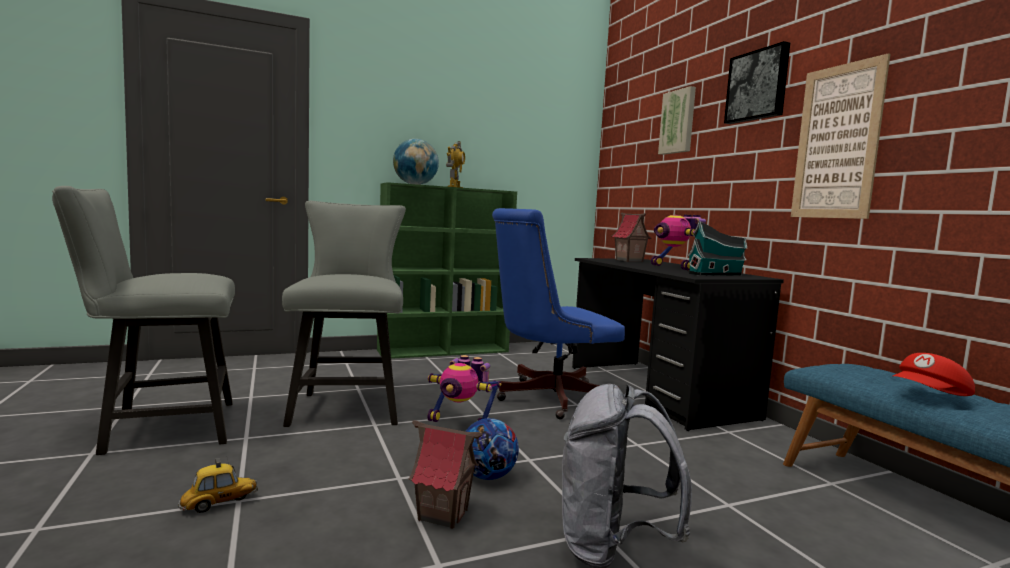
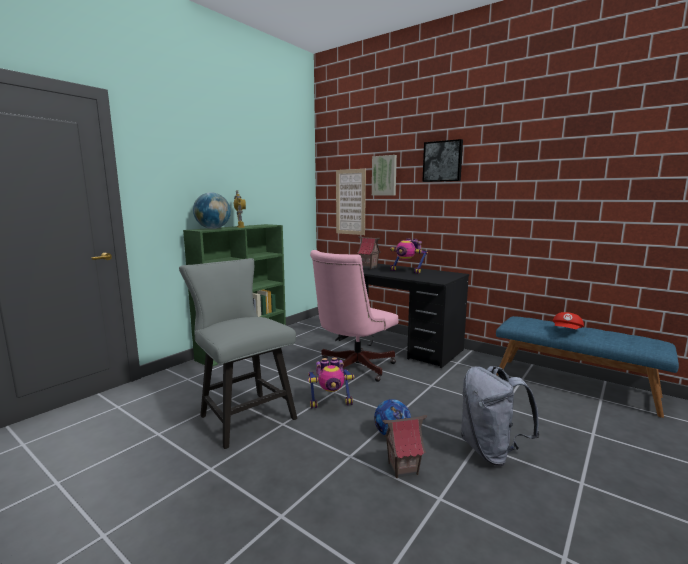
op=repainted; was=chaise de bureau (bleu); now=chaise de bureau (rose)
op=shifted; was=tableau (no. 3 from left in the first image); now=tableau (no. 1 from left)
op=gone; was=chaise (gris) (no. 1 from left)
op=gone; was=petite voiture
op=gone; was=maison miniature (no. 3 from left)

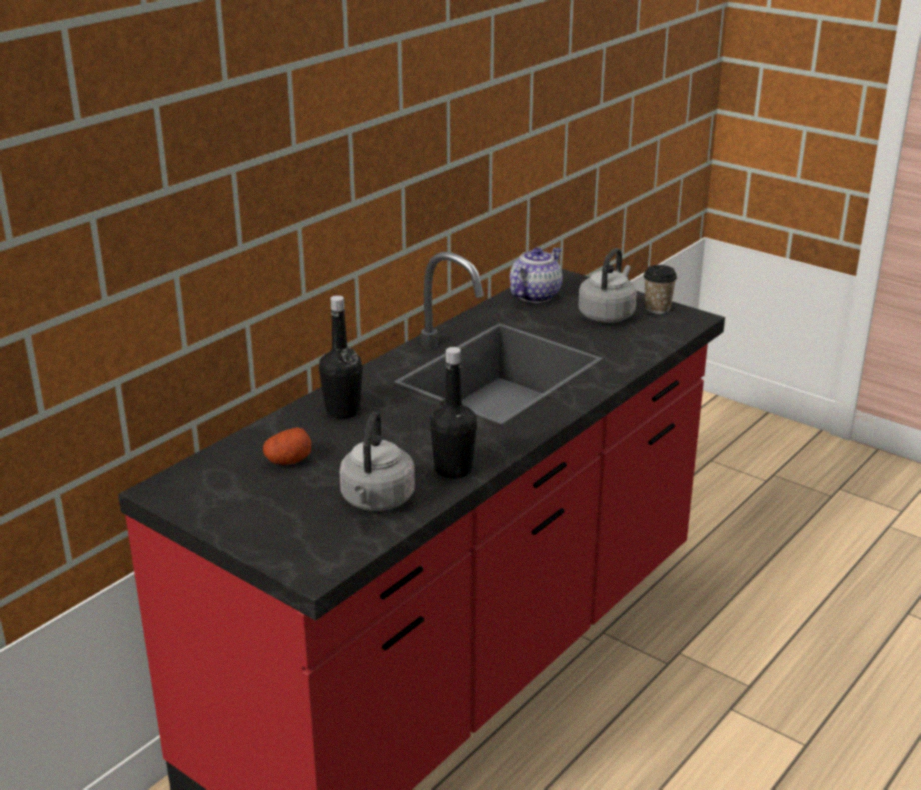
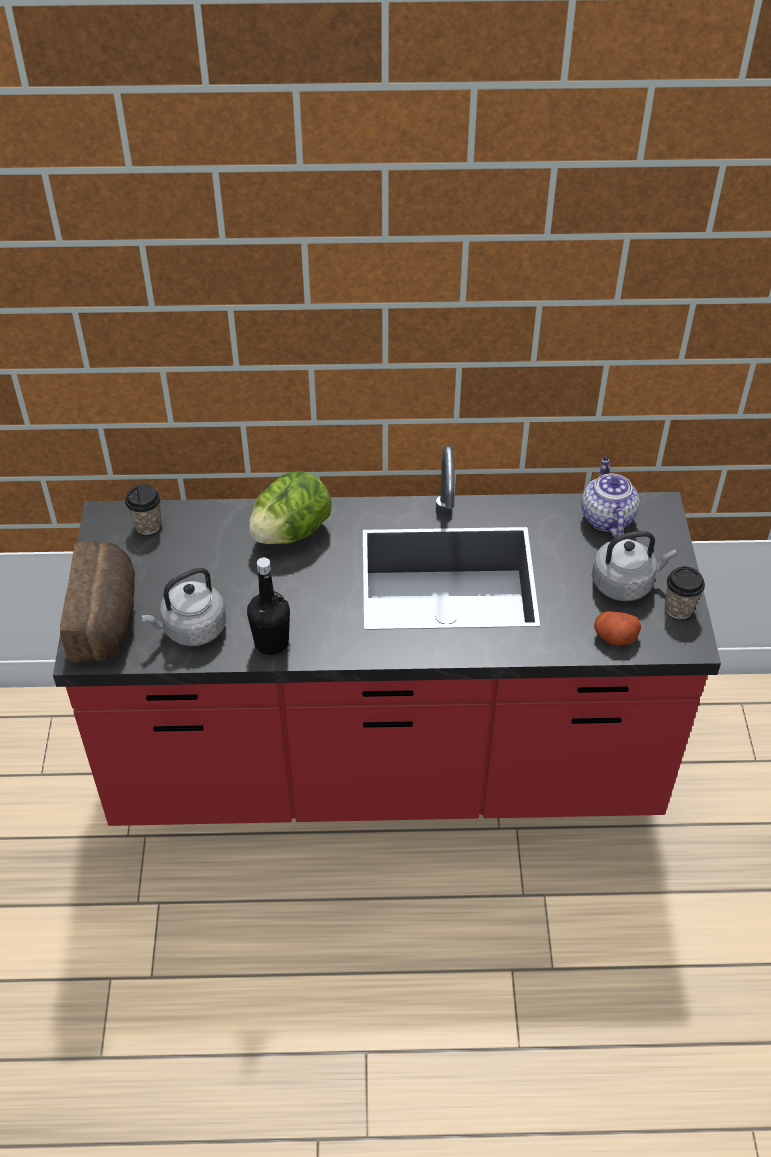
op=new; now=pain
op=new; now=tasse (no. 1 from left)
op=swapped; was=bouteille (noir) (no. 1 from left); now=laitue
op=rotated; was=théière; clockwise=-90
op=shifted; was=pomme de terre

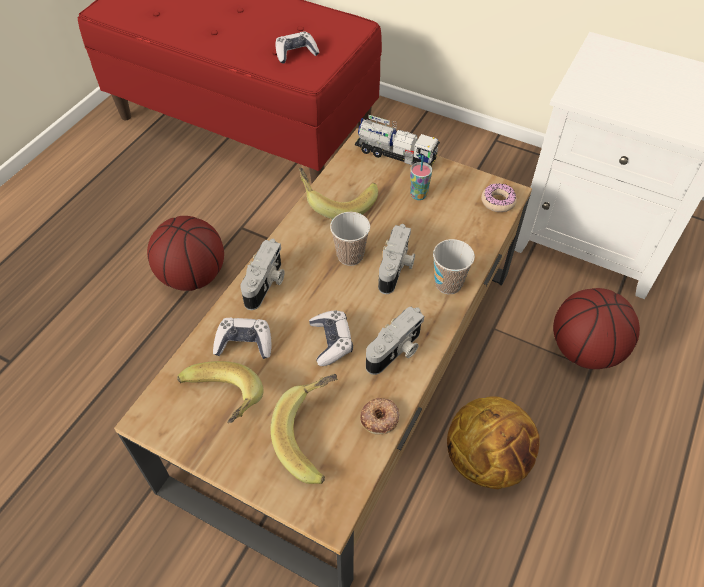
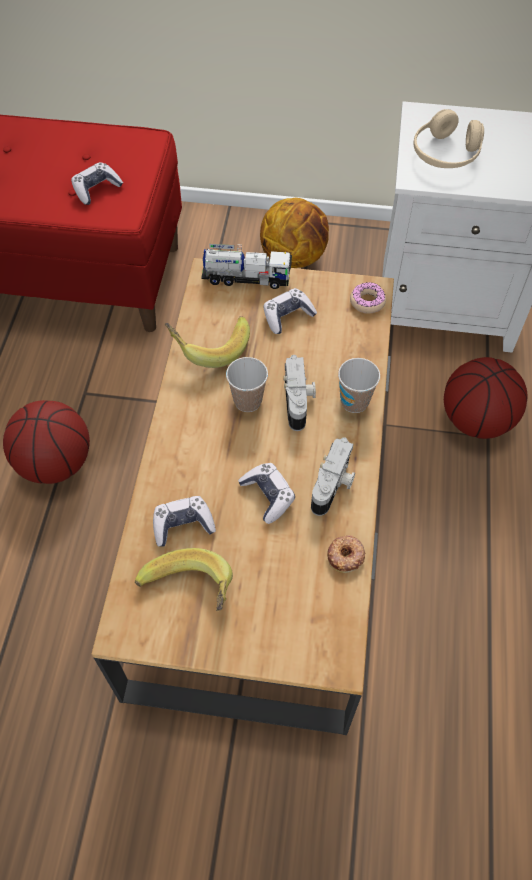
op=shifted; was=ballon de basket (no. 2 from left)
op=swapped; was=tasse (no. 2 from left); now=manette (no. 4 from left)
op=new; now=casque audio (beige)
op=gone; was=appareil photo (no. 1 from left)
op=gone; was=banane (no. 2 from left)

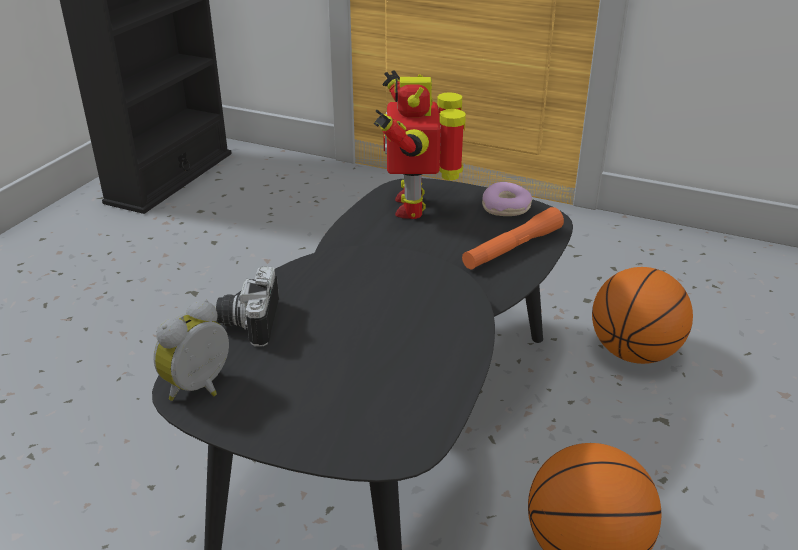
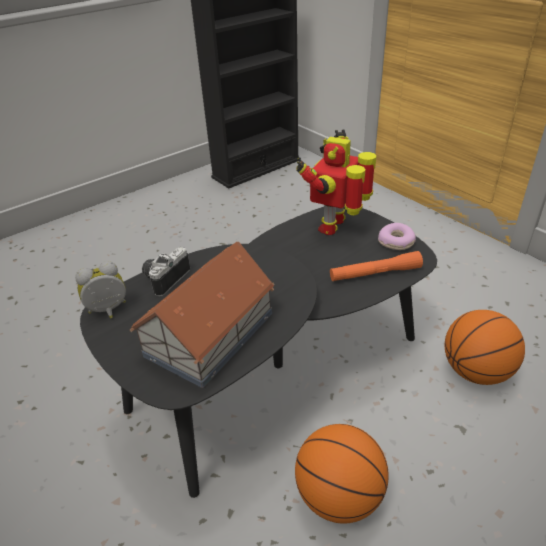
op=new; now=maison miniature

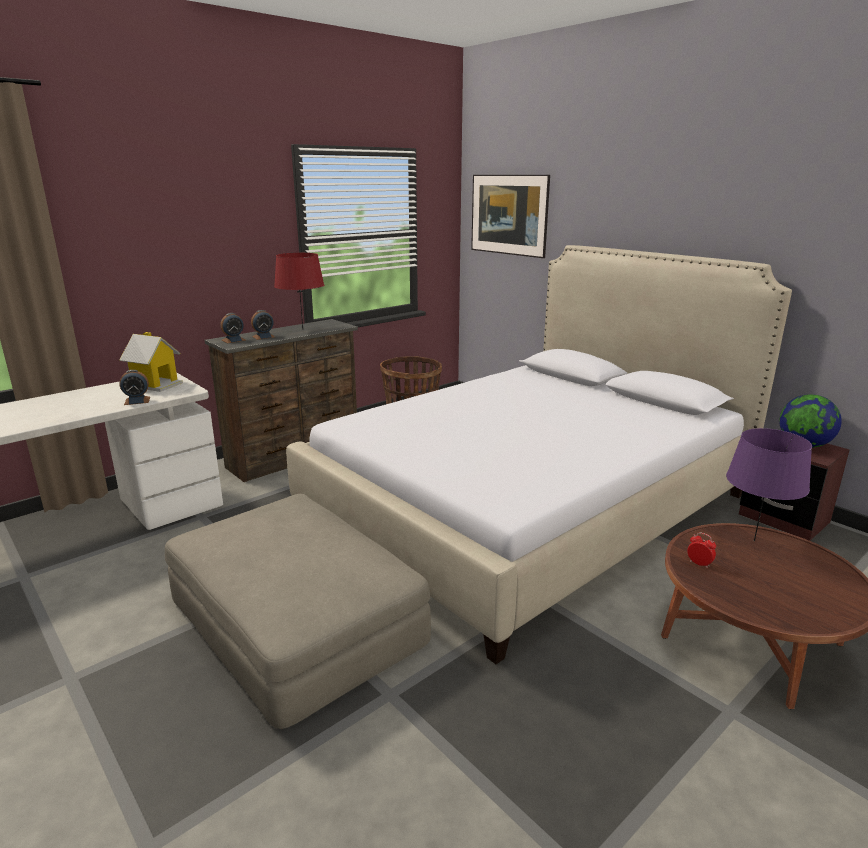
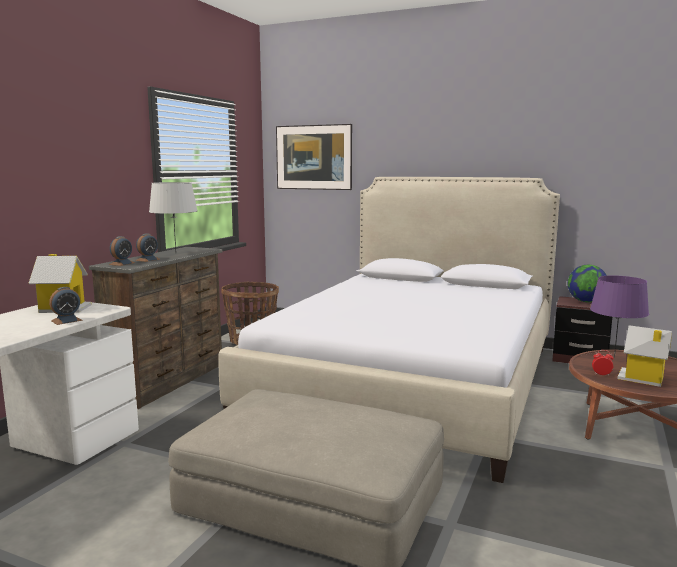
op=repainted; was=lampe de table (rouge); now=lampe de table (gris)
op=new; now=maison miniature (no. 2 from left)

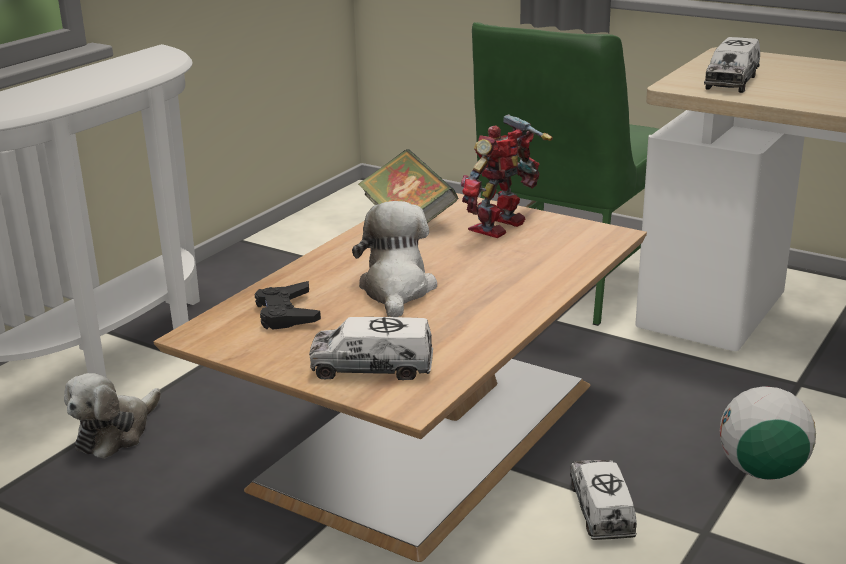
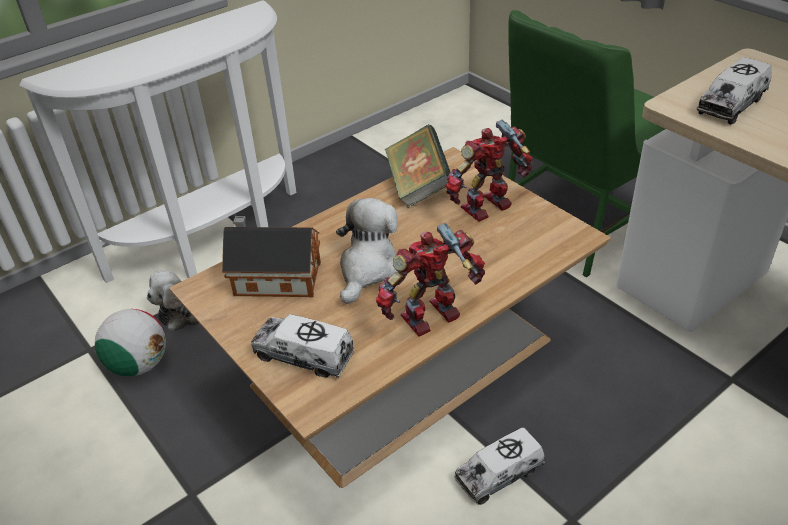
op=shifted; was=ballon de foot
op=swapped; was=manette (noir); now=maison miniature
op=new; now=robot jouet (no. 1 from left)
op=rotated; was=camion jouet (no. 2 from left); clockwise=-135

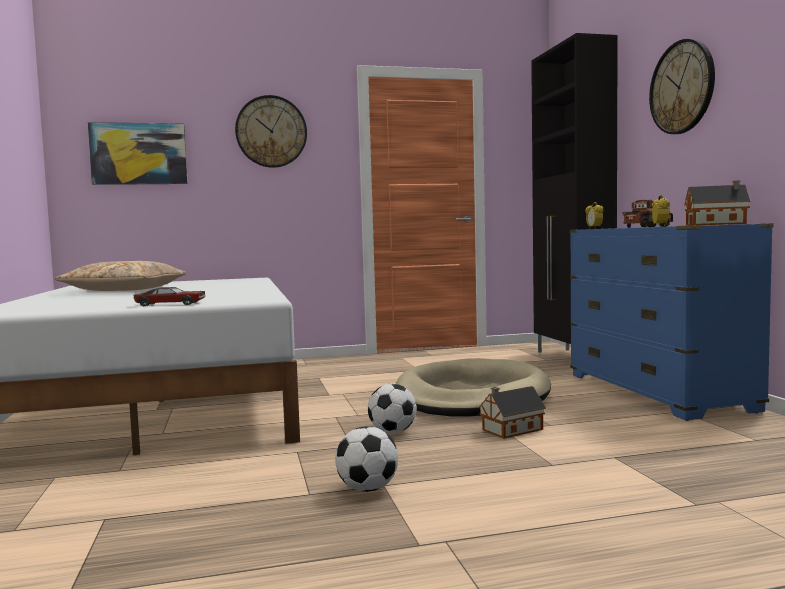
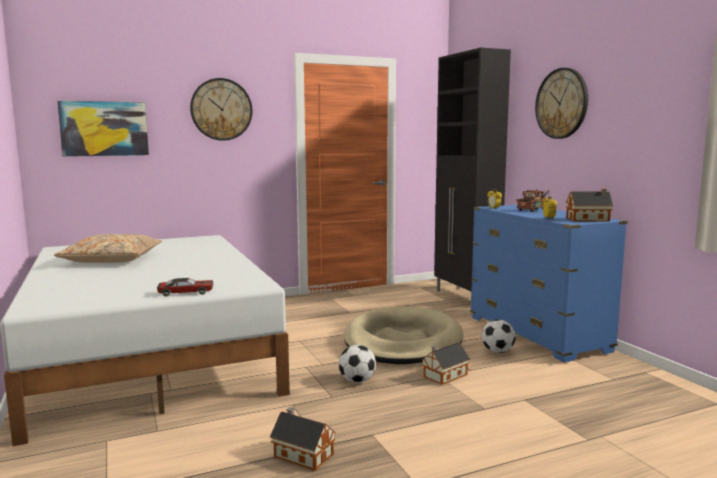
op=new; now=maison miniature (no. 1 from left)
op=shifted; was=ballon de foot (no. 1 from left in the first image); now=ballon de foot (no. 2 from left)

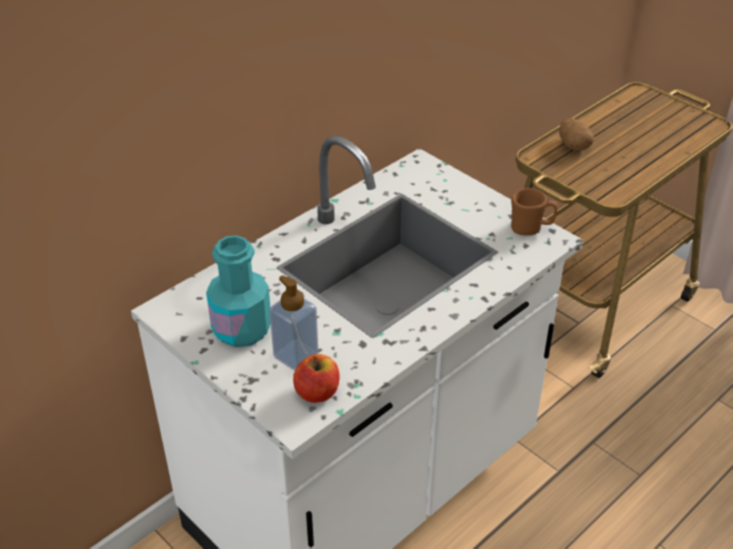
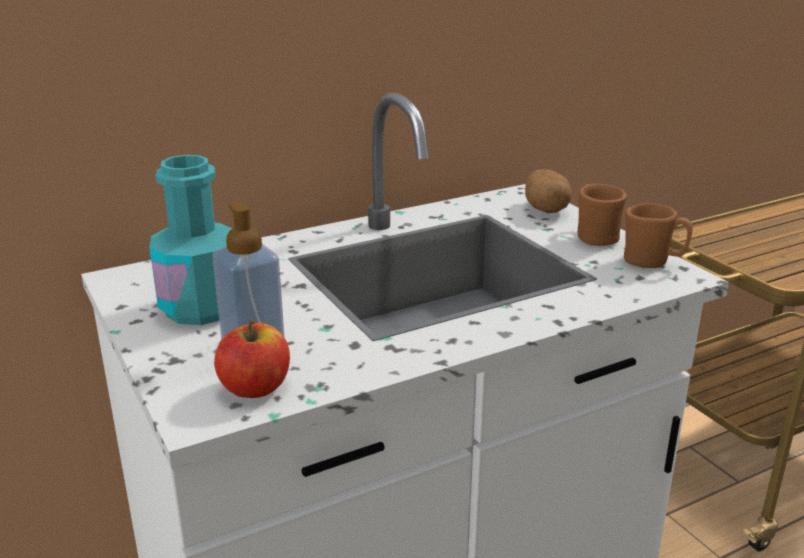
op=shifted; was=pomme de terre
op=new; now=mug (marron) (no. 1 from left)

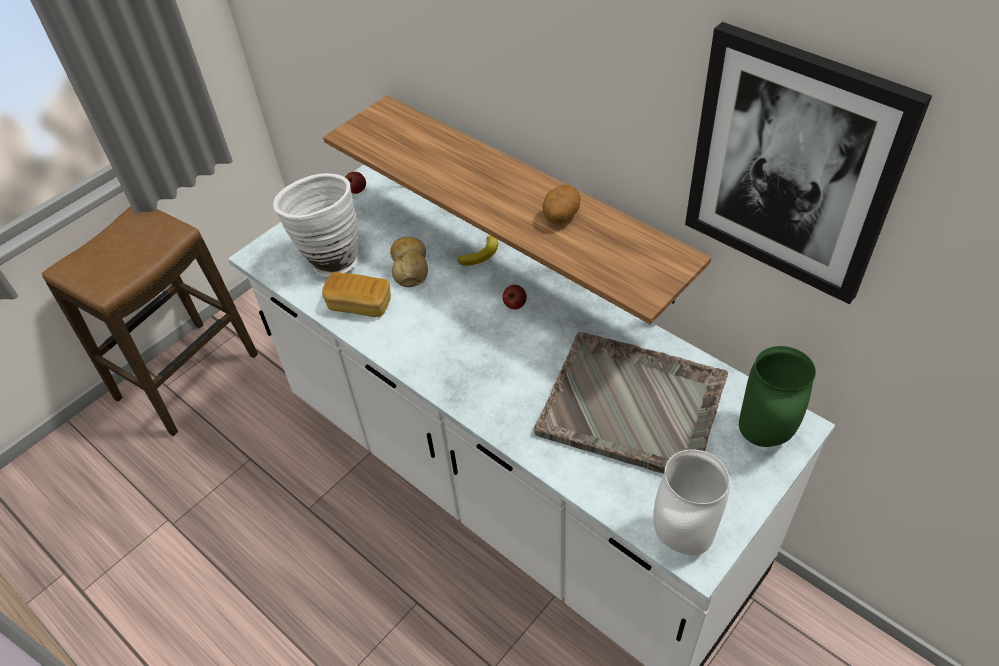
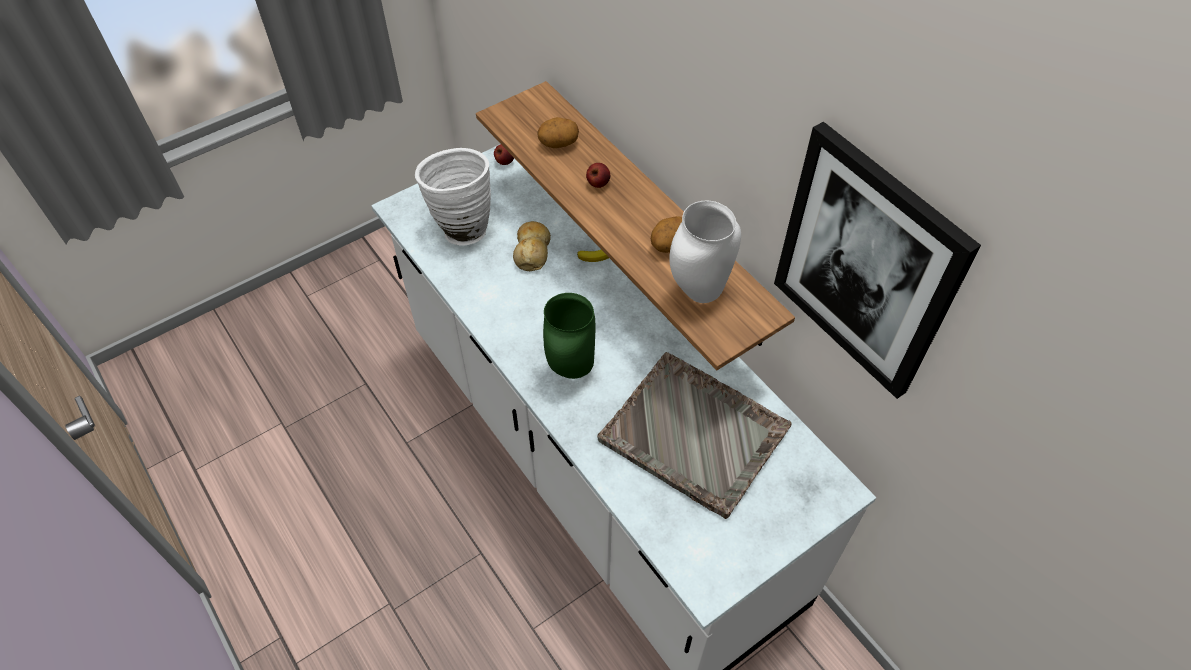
op=new; now=pomme de terre (no. 1 from left)
op=shifted; was=vase (vert)
op=shifted; was=pomme (no. 2 from left)
op=shifted; was=vase (blanc) (no. 2 from left)
op=gone; was=tabouret
op=gone; was=pain (no. 1 from left)

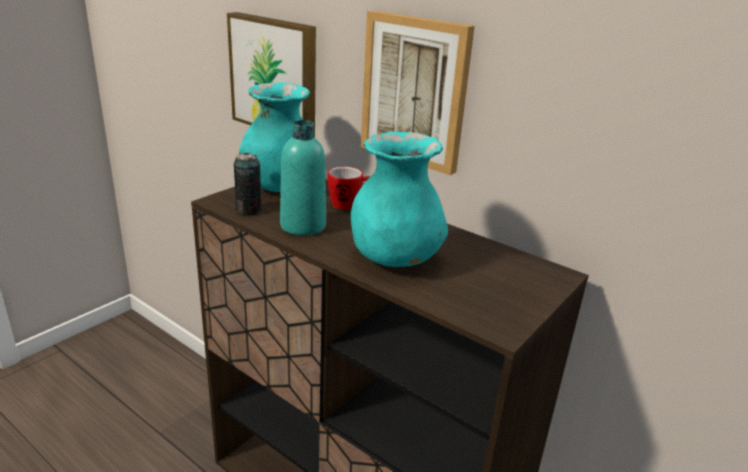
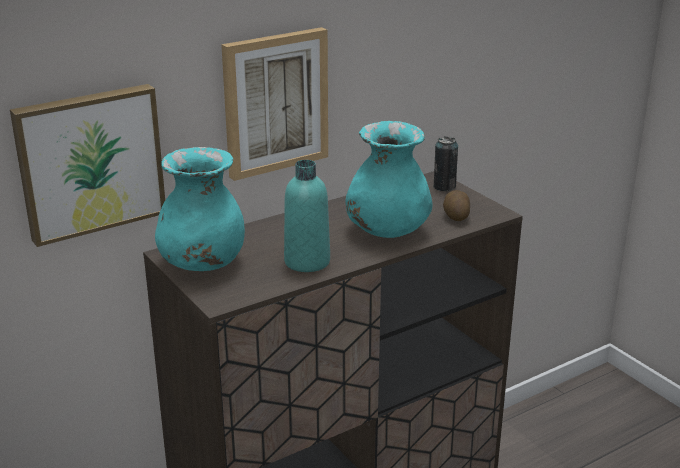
op=shifted; was=boîte métallique
op=new; now=pomme de terre
op=gone; was=mug

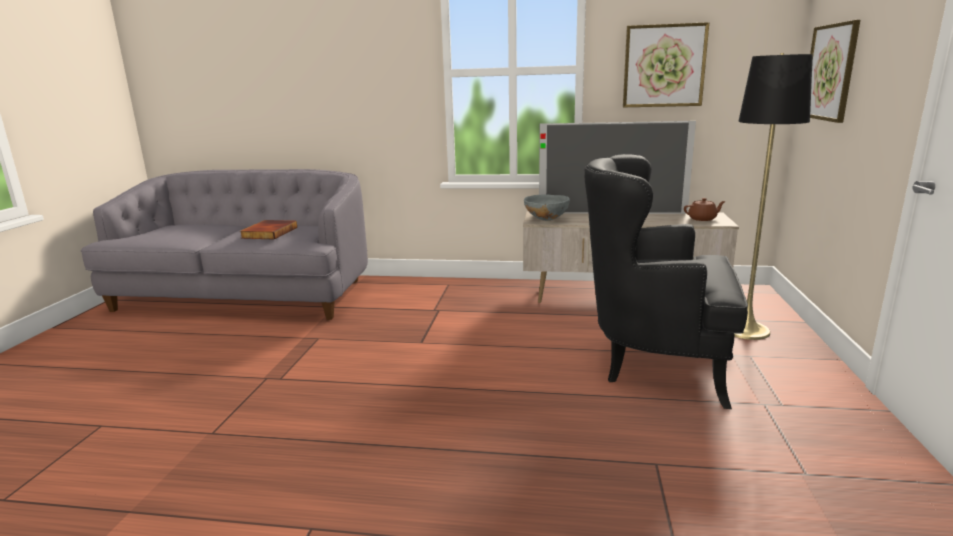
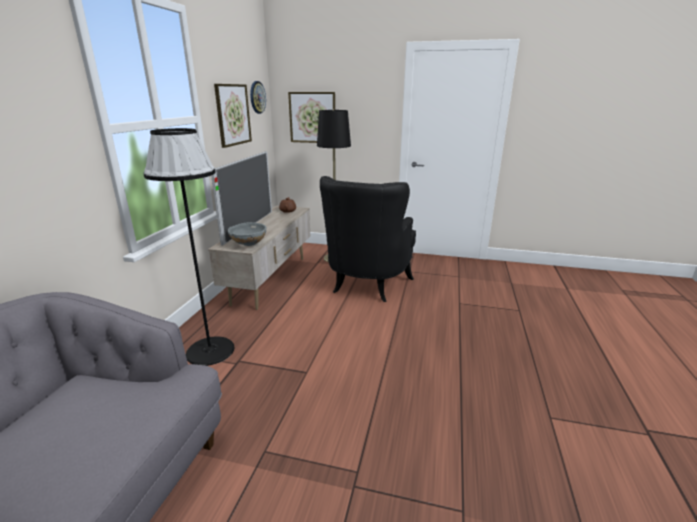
op=new; now=lampadaire (noir) (no. 1 from left)
op=new; now=horloge murale
op=gone; was=livre

